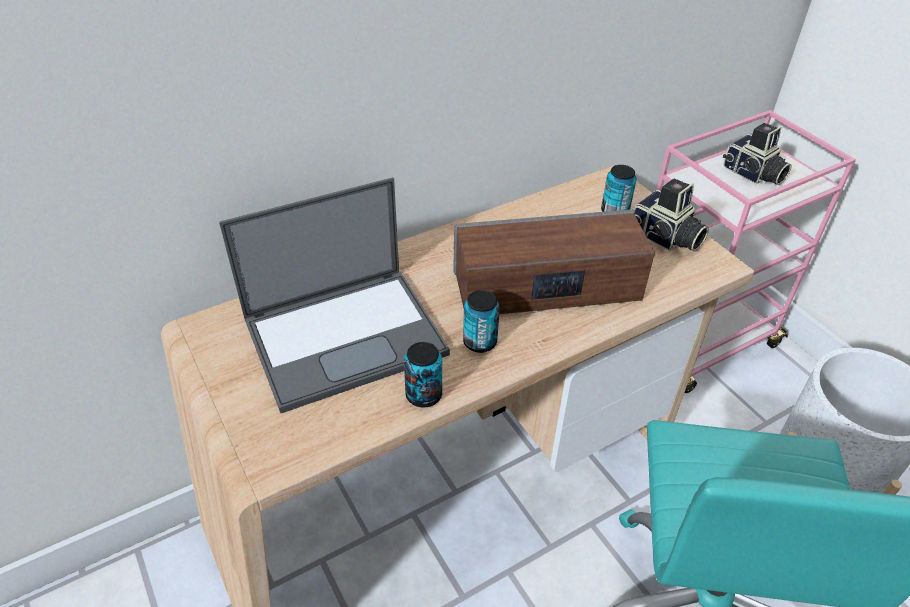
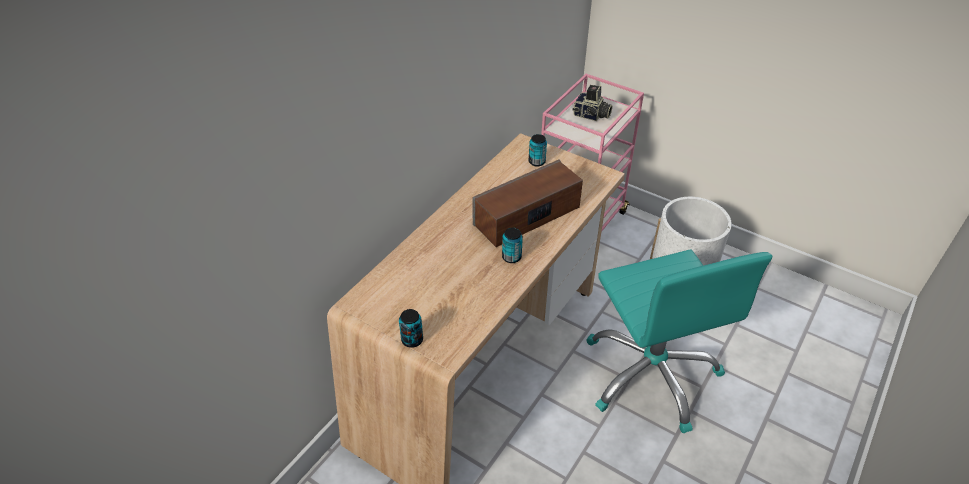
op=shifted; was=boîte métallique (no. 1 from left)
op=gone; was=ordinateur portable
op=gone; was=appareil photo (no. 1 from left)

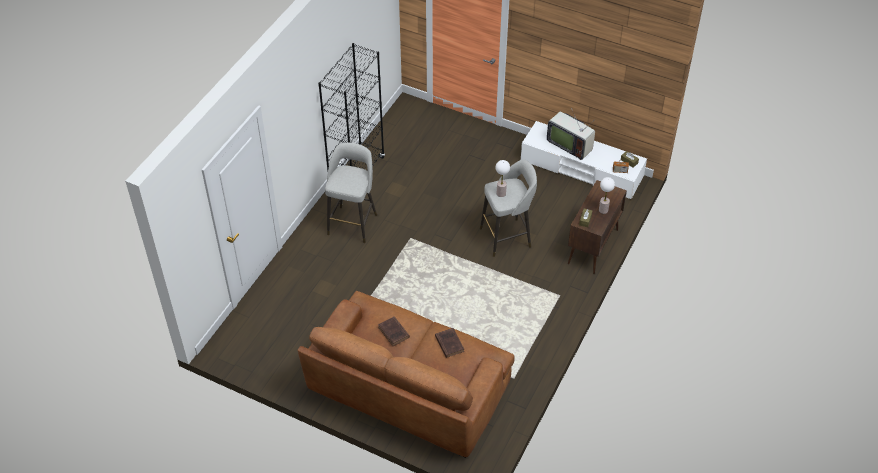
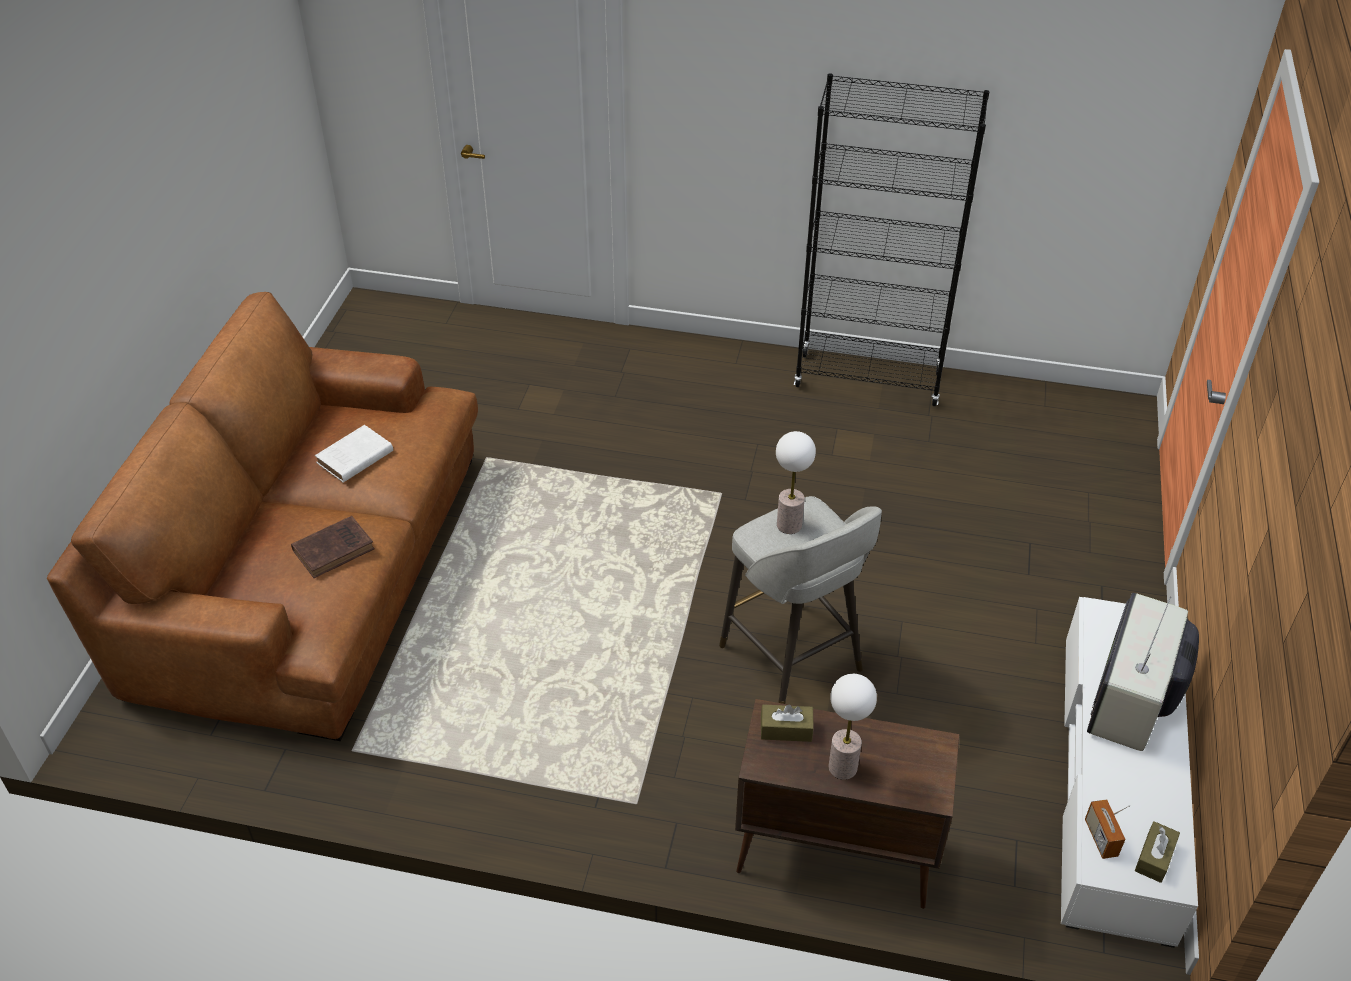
op=repainted; was=livre (marron) (no. 1 from left); now=livre (blanc)
op=gone; was=tabouret (gris) (no. 1 from left)

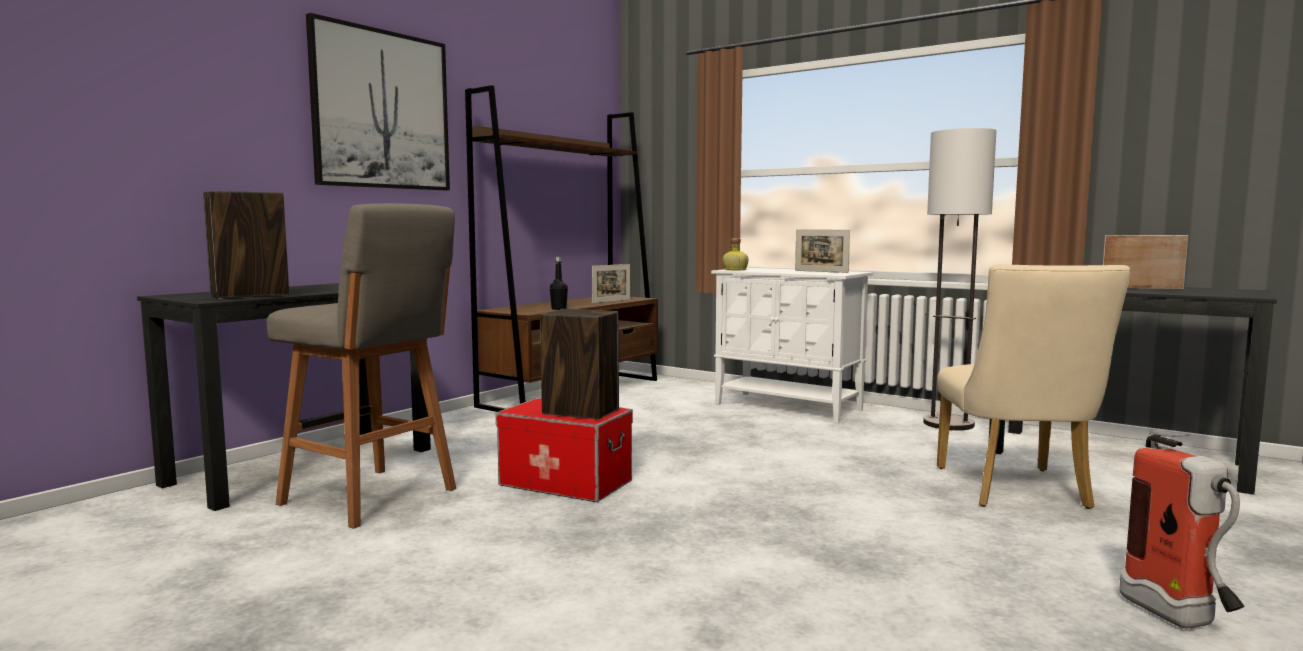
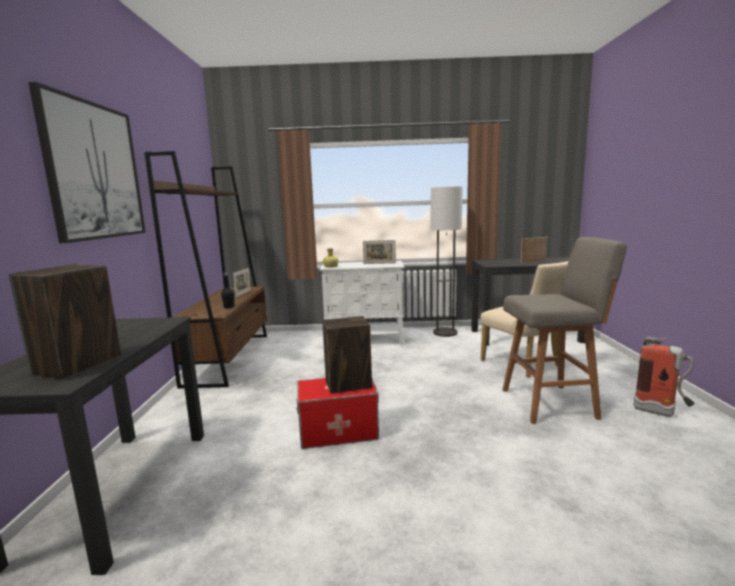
op=shifted; was=tabouret (gris)

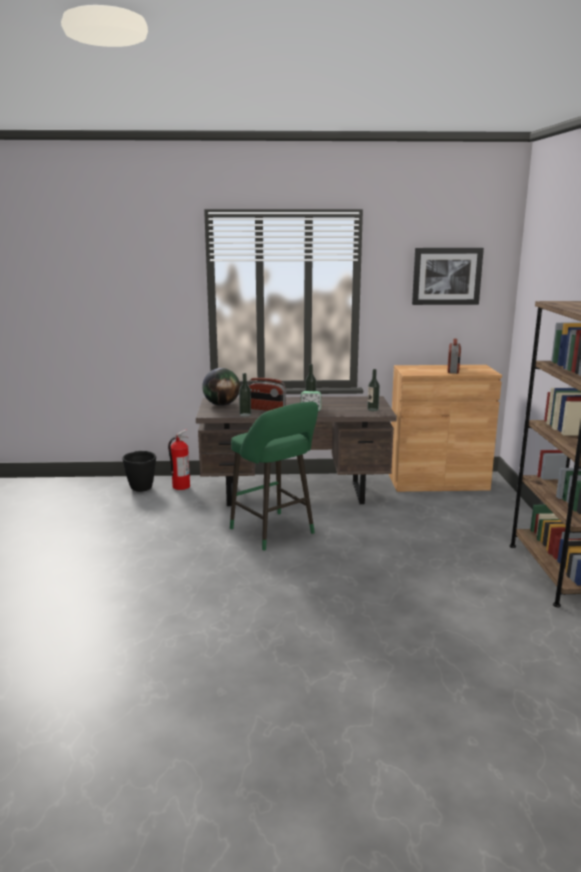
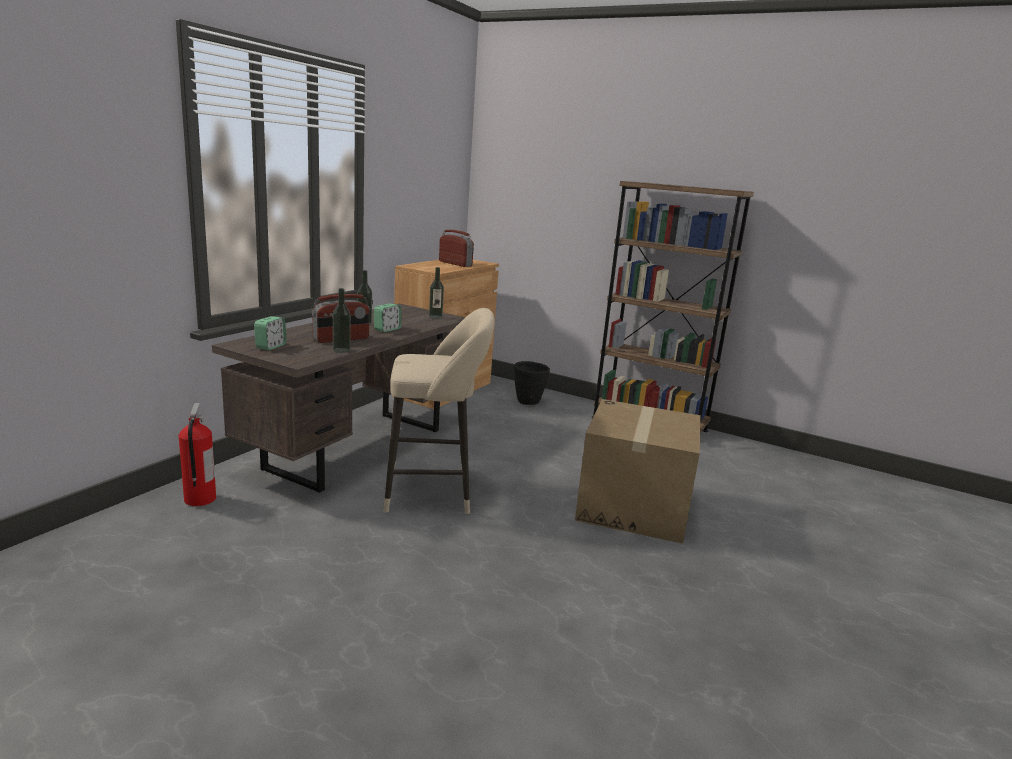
op=swapped; was=globe; now=réveil (no. 1 from left)
op=repainted; was=tabouret (vert); now=tabouret (beige)
op=shifted; was=cache-pot (noir)
op=new; now=carton
op=gone; was=tableau

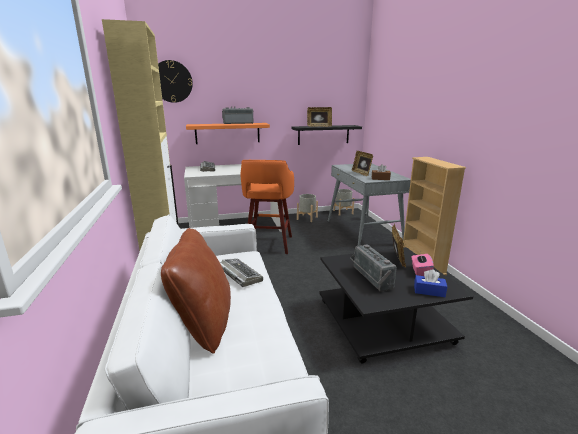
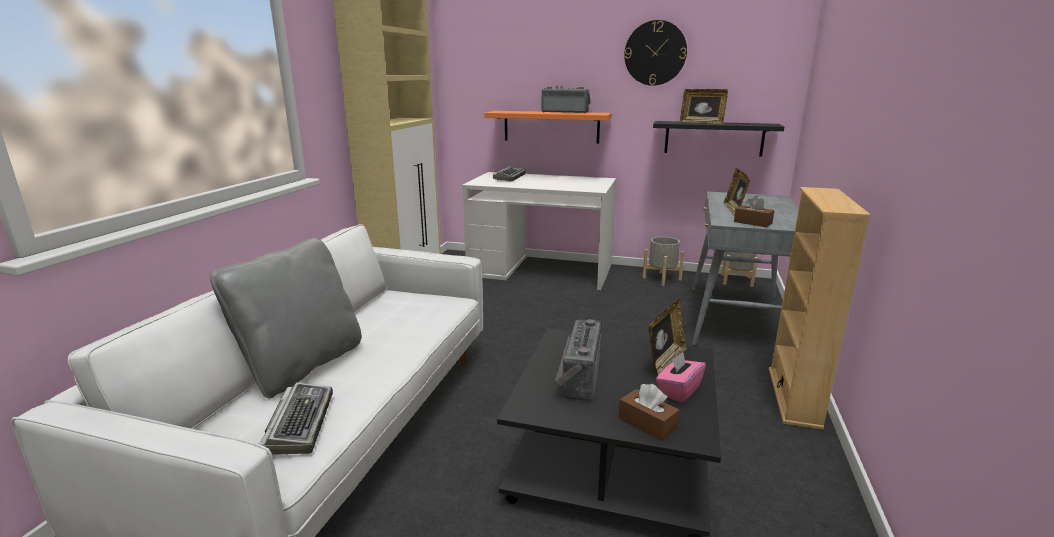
op=repainted; was=coussin (marron); now=coussin (gris)
op=shifted; was=clavier (no. 2 from left in the first image); now=clavier (no. 1 from left)
op=repainted; was=boîte à mouchoirs (bleu); now=boîte à mouchoirs (marron) (no. 1 from left)
op=shifted; was=horloge murale
op=gone; was=tabouret (orange)

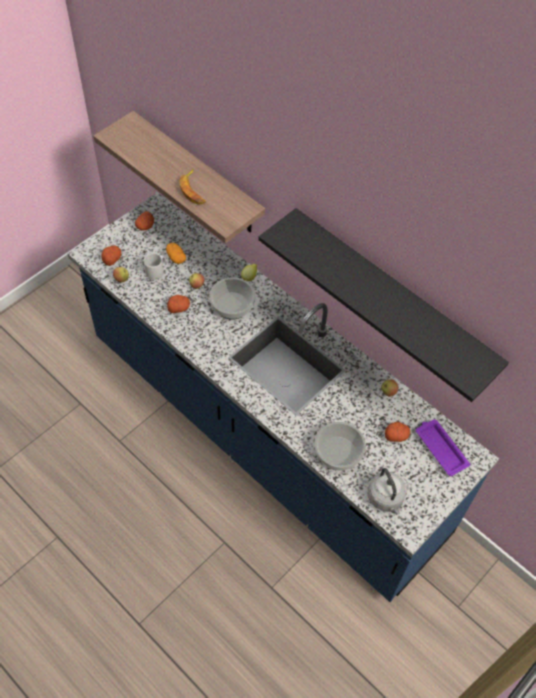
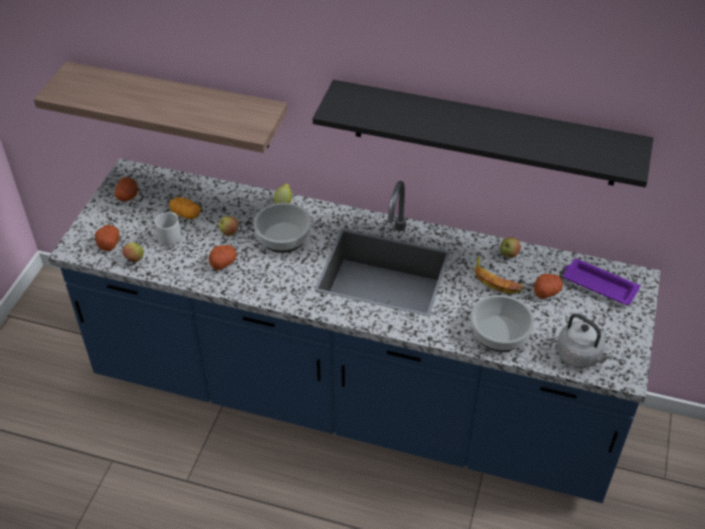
op=shifted; was=banane

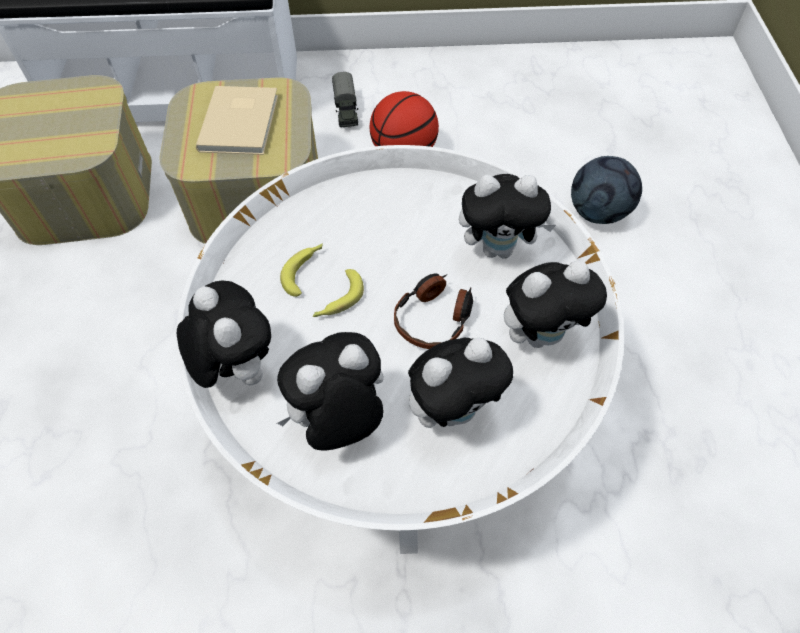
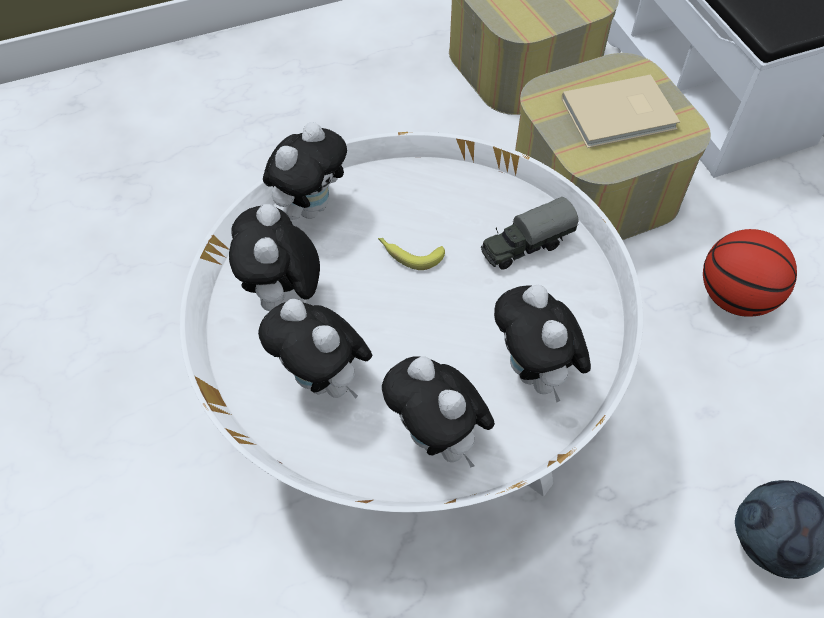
op=rotated; was=peluche (no. 2 from left in the first image); clockwise=-135
op=shifted; was=camion jouet
op=gone; was=banane (no. 1 from left)
op=gone; was=casque audio

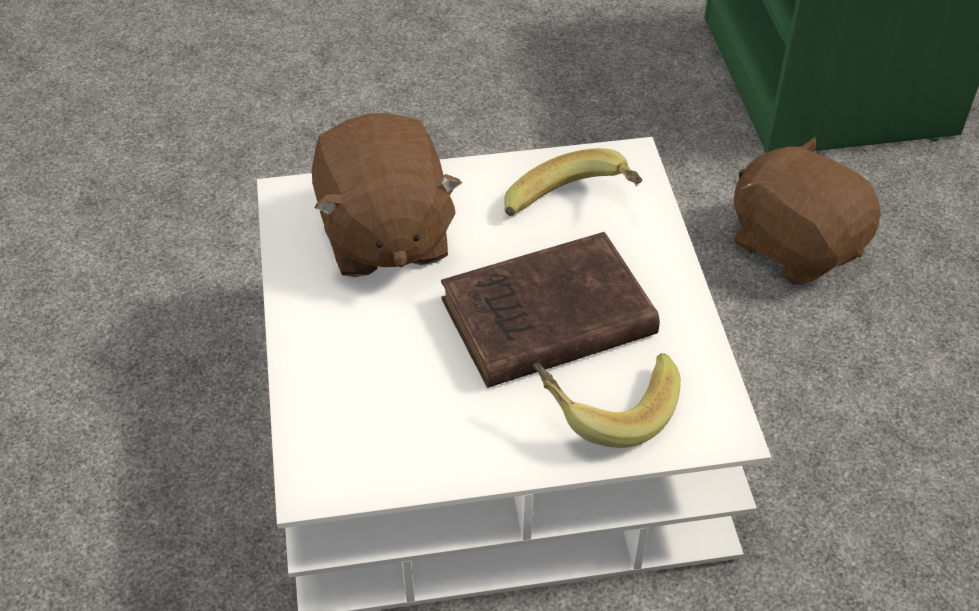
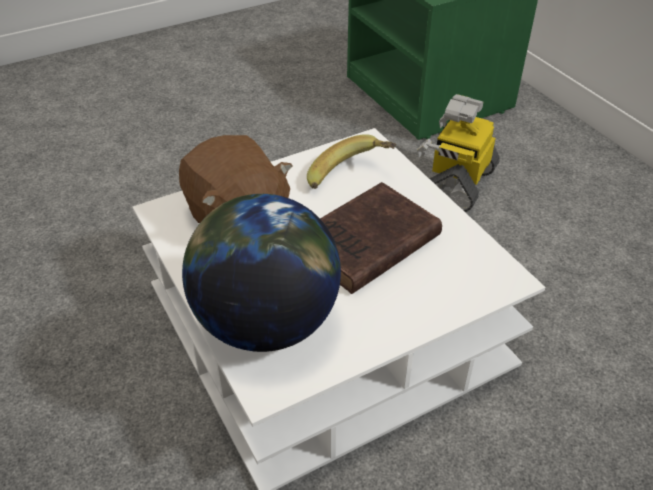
op=new; now=globe
op=swapped; was=peluche (marron) (no. 2 from left); now=robot jouet
op=gone; was=banane (no. 2 from left)

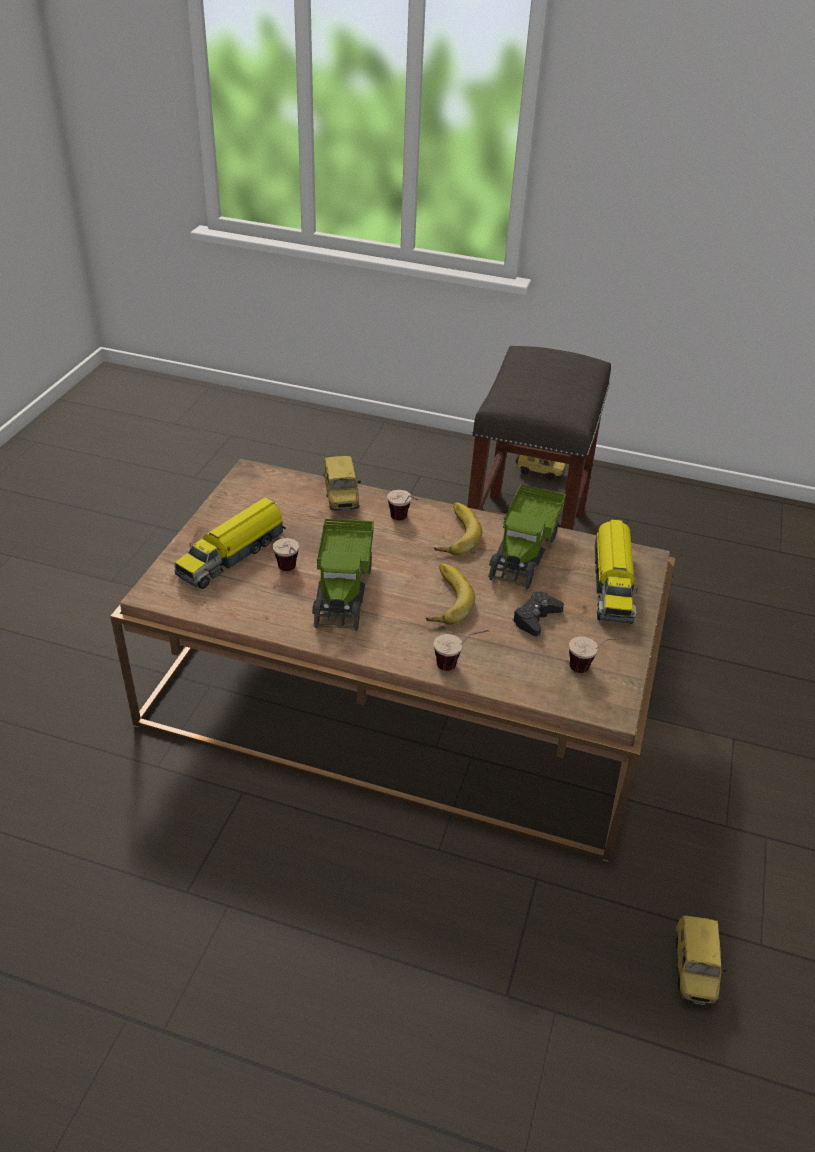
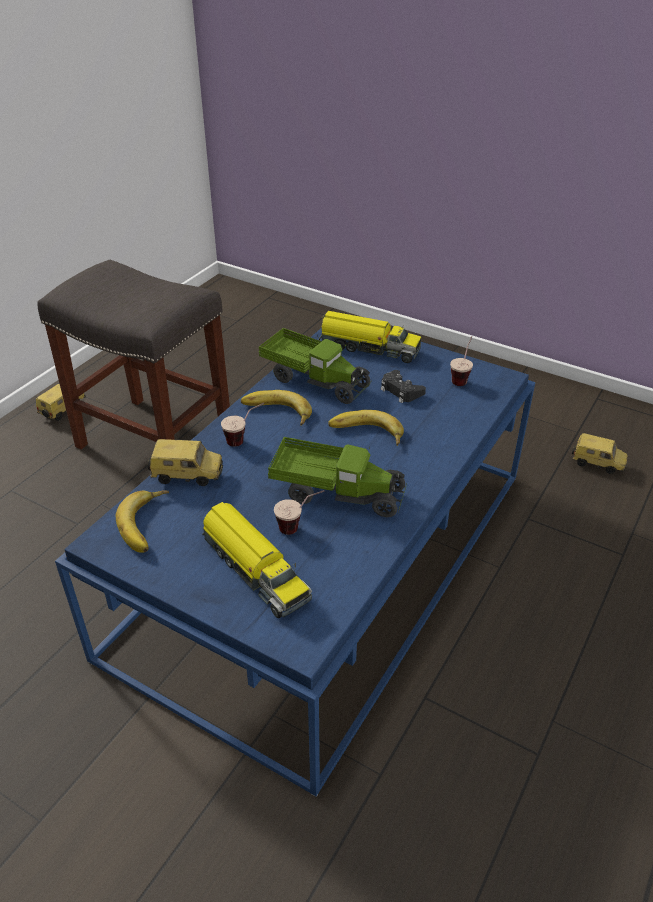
op=repainted; was=table basse (marron); now=table basse (bleu)
op=new; now=banane (no. 1 from left)
op=gone; was=tasse (no. 3 from left)

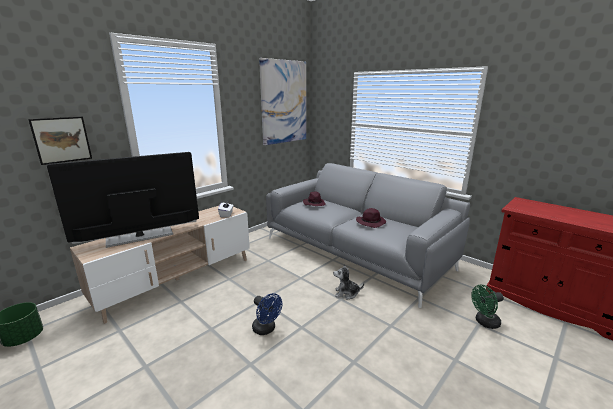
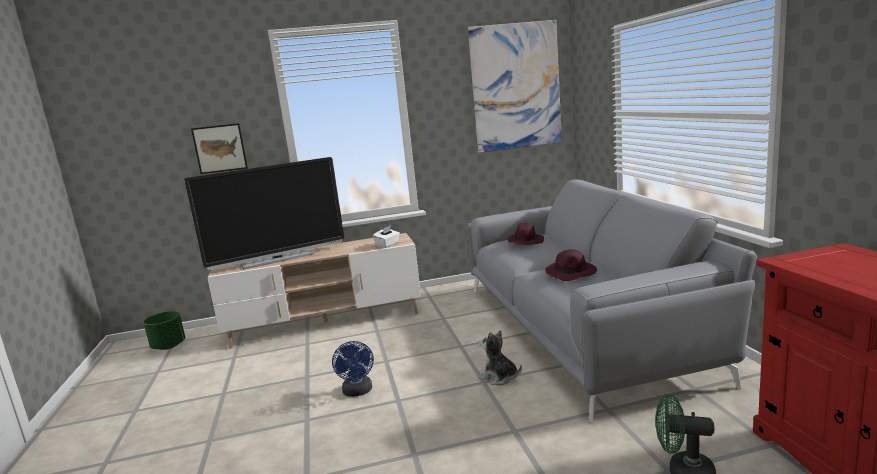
op=rotated; was=téléviseur; clockwise=150

